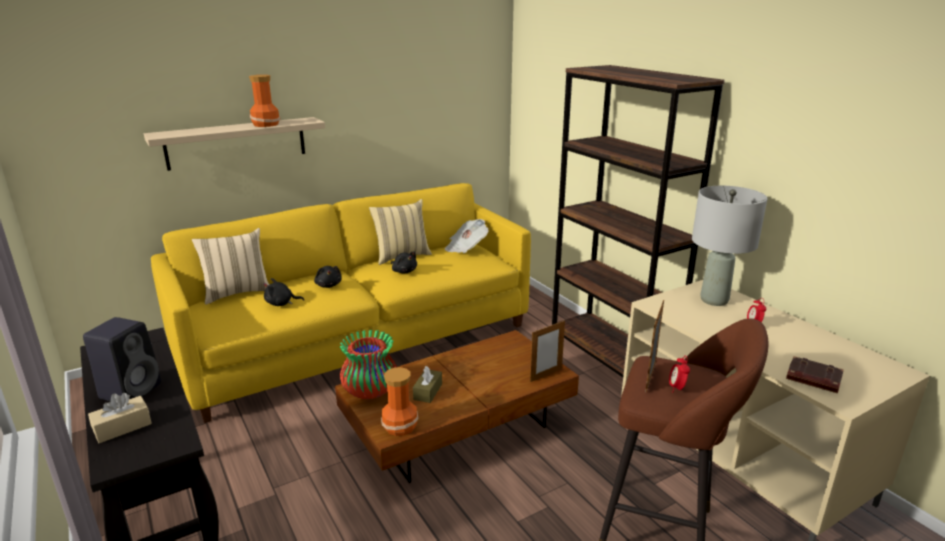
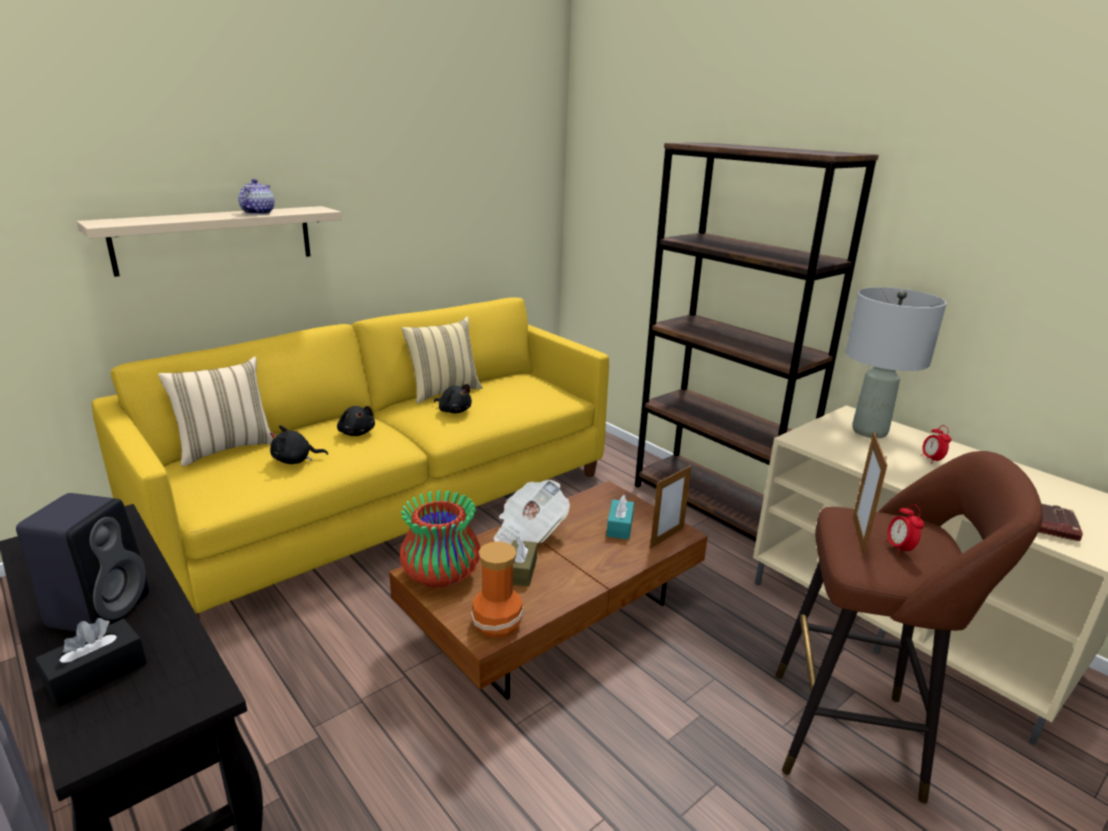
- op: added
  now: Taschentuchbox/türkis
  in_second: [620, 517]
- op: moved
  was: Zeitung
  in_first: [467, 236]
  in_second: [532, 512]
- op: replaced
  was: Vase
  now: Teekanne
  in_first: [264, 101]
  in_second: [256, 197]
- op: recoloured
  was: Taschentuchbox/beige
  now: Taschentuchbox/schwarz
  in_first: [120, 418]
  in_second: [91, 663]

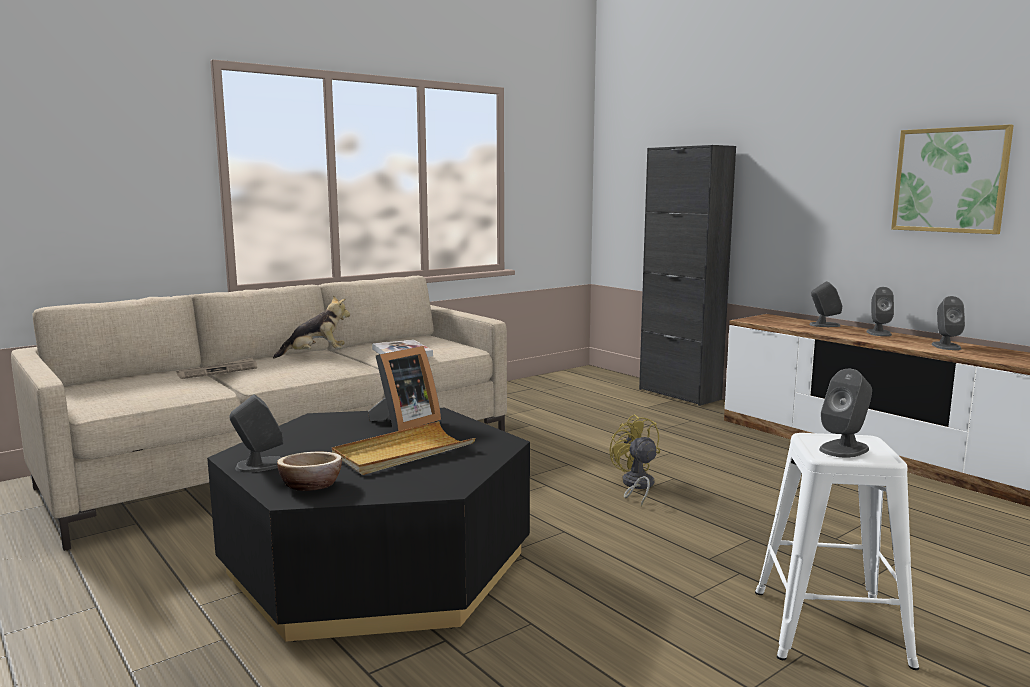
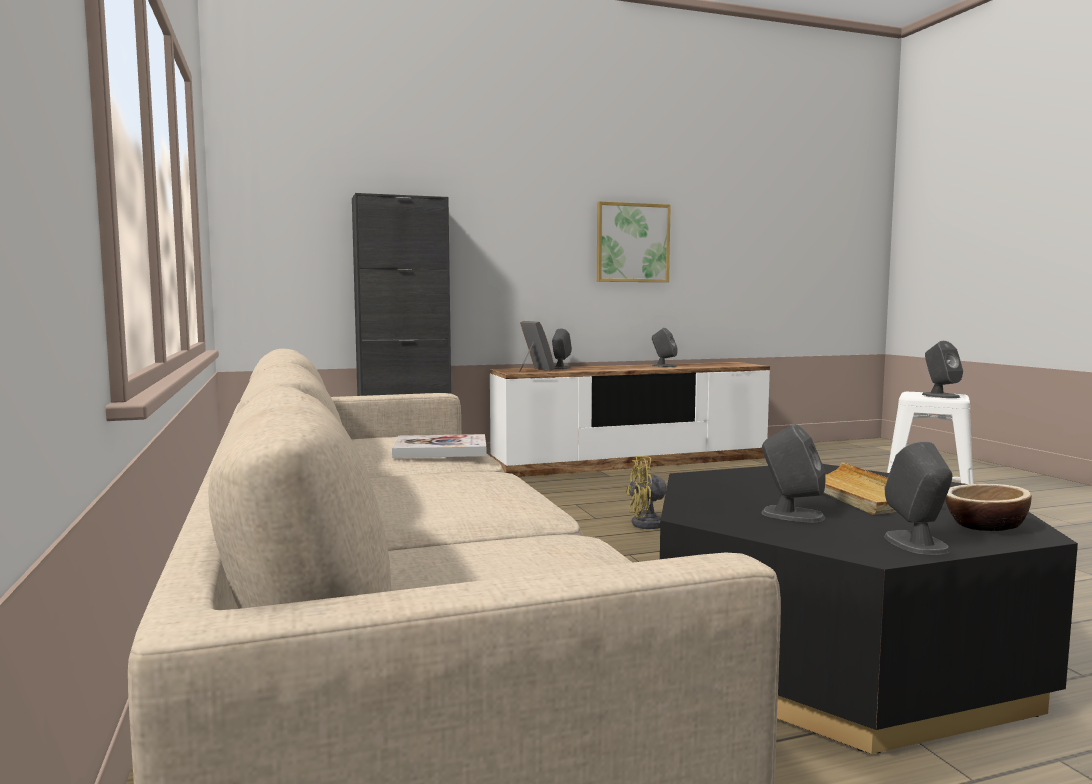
- op: removed
  was: Zeitung
  in_first: [216, 368]
- op: removed
  was: Plüschtier
  in_first: [311, 327]
- op: moved
  was: Bilderrahmen
  in_first: [404, 389]
  in_second: [536, 346]
- op: moved
  was: Lautsprecher/grau
  in_first: [880, 311]
  in_second: [793, 473]

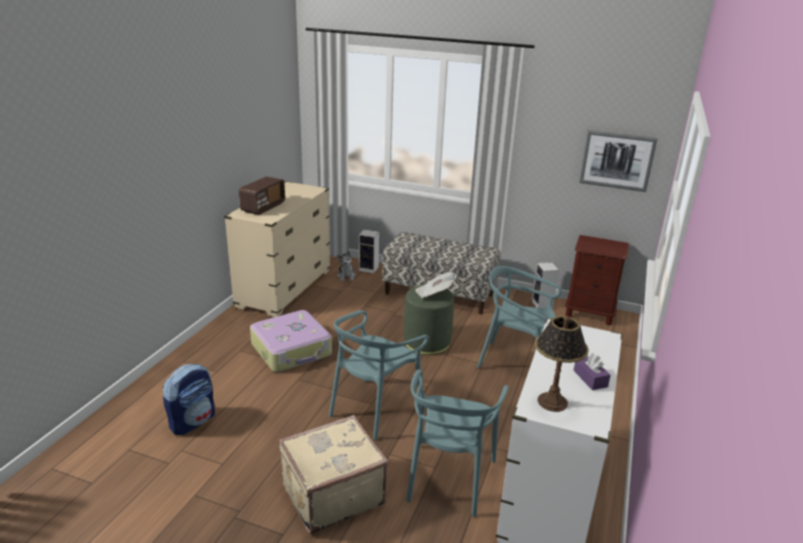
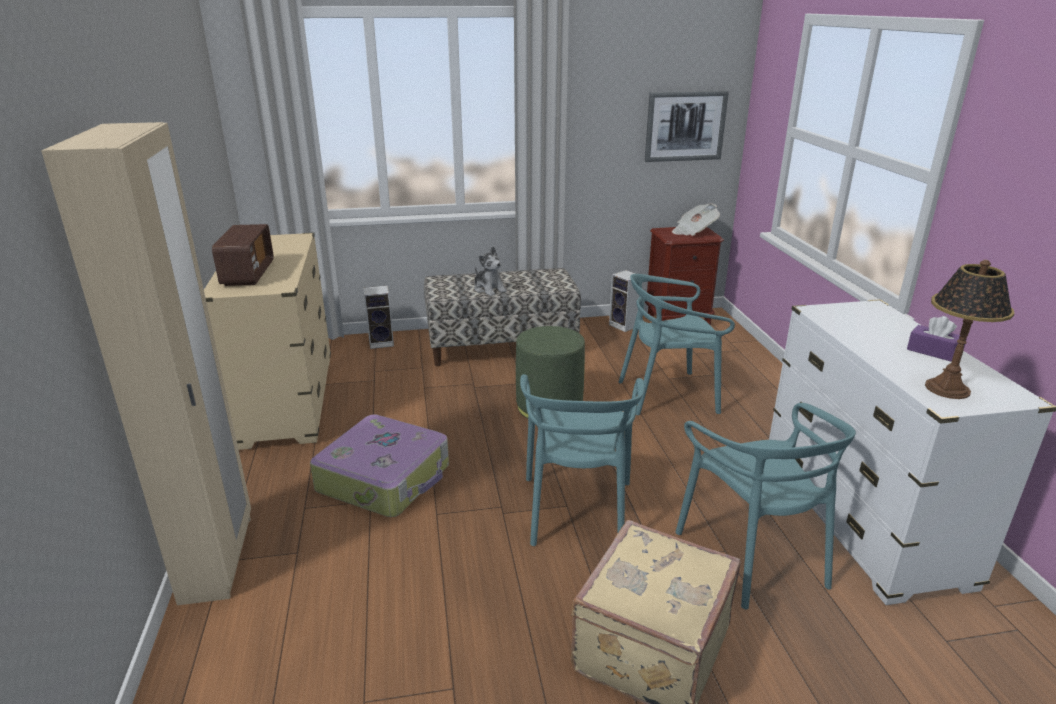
- op: removed
  was: Rucksack
  in_first: [189, 399]
- op: added
  now: Kleiderschrank/beige
  in_second: [146, 363]
- op: moved
  was: Plüschtier
  in_first: [346, 266]
  in_second: [490, 271]
- op: moved
  was: Zeitung
  in_first: [436, 285]
  in_second: [696, 220]

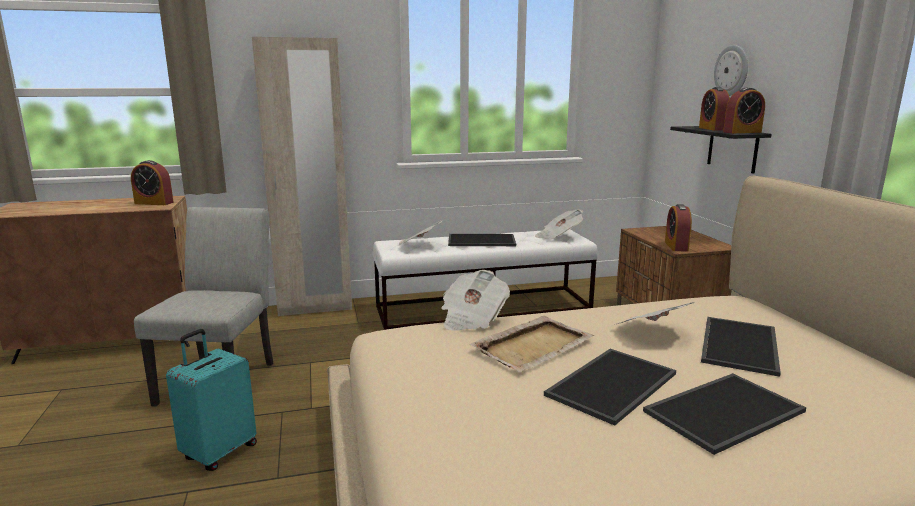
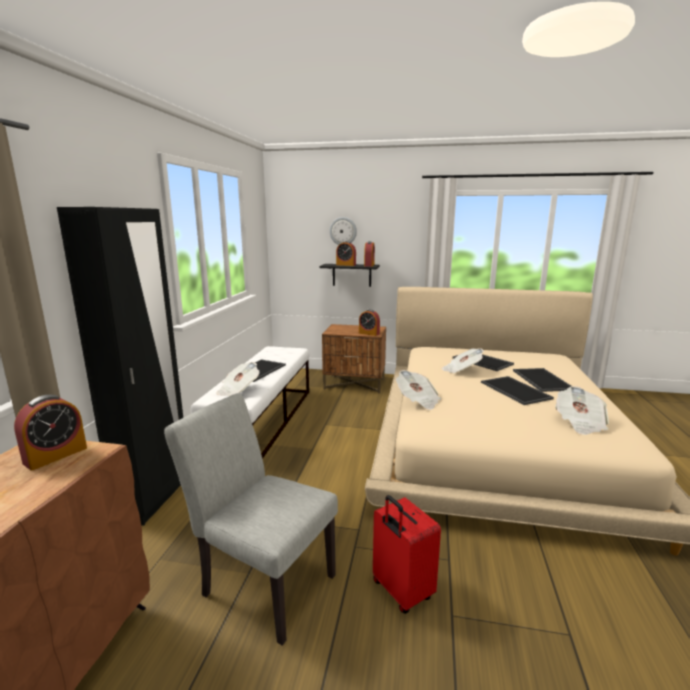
- op: removed
  was: Tablett/beige
  in_first: [532, 344]
- op: moved
  was: Zeitung
  in_first: [559, 225]
  in_second: [582, 410]
- op: recoloured
  was: Koffer/türkis
  now: Koffer/rot
  in_first: [211, 400]
  in_second: [407, 554]
- op: recoloured
  was: Kleiderschrank/beige
  now: Kleiderschrank/schwarz
  in_first: [302, 176]
  in_second: [120, 366]

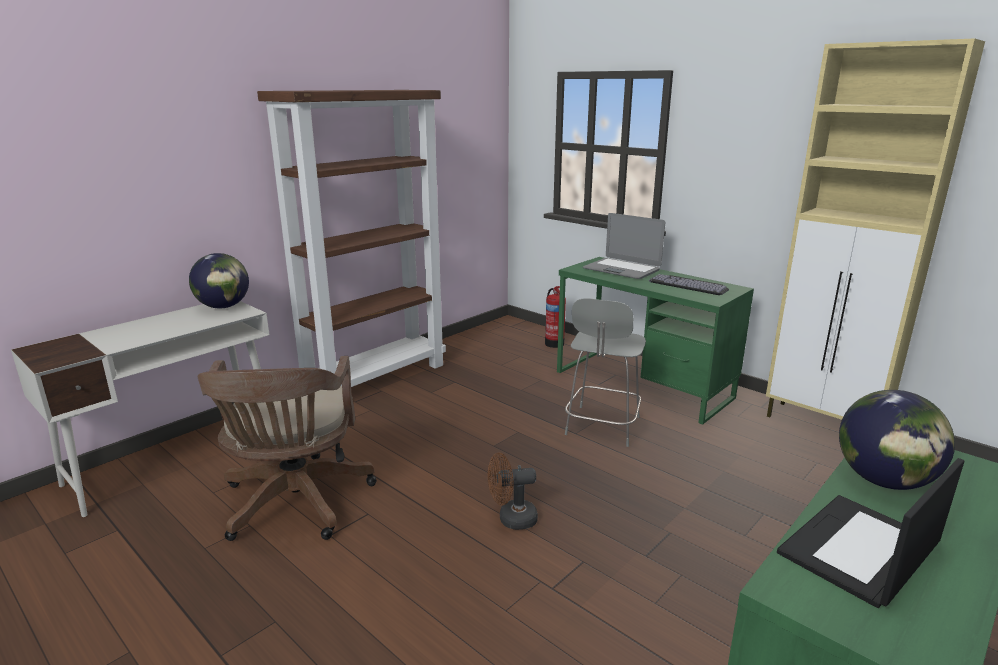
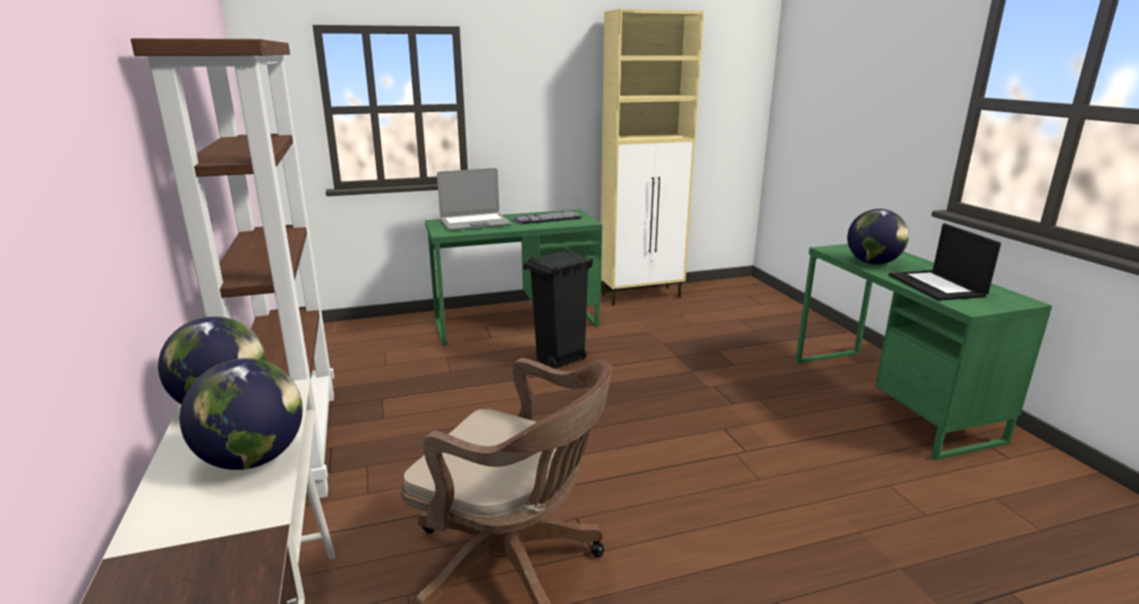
- op: removed
  was: Ventilator/braun
  in_first: [513, 491]
- op: removed
  was: Feuerlöscher
  in_first: [555, 317]
- op: added
  now: Globus
  in_second: [241, 414]
- op: replaced
  was: Stuhl/grau
  now: Mülleimer/schwarz
  in_first: [605, 372]
  in_second: [558, 309]

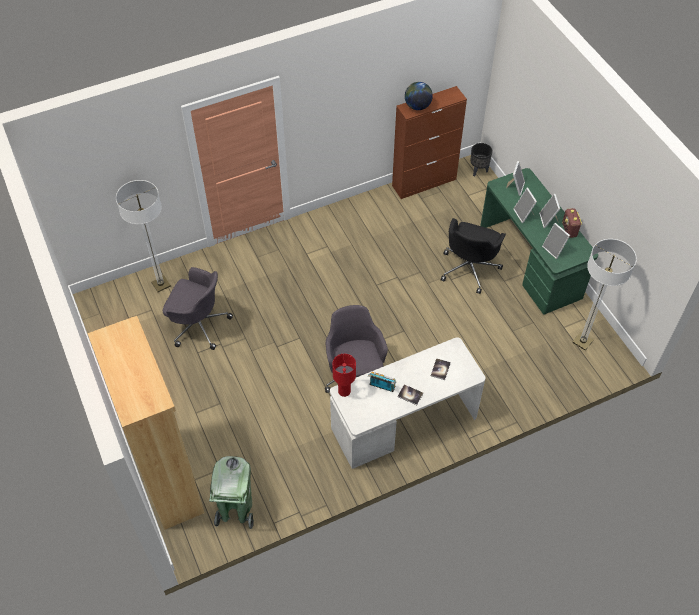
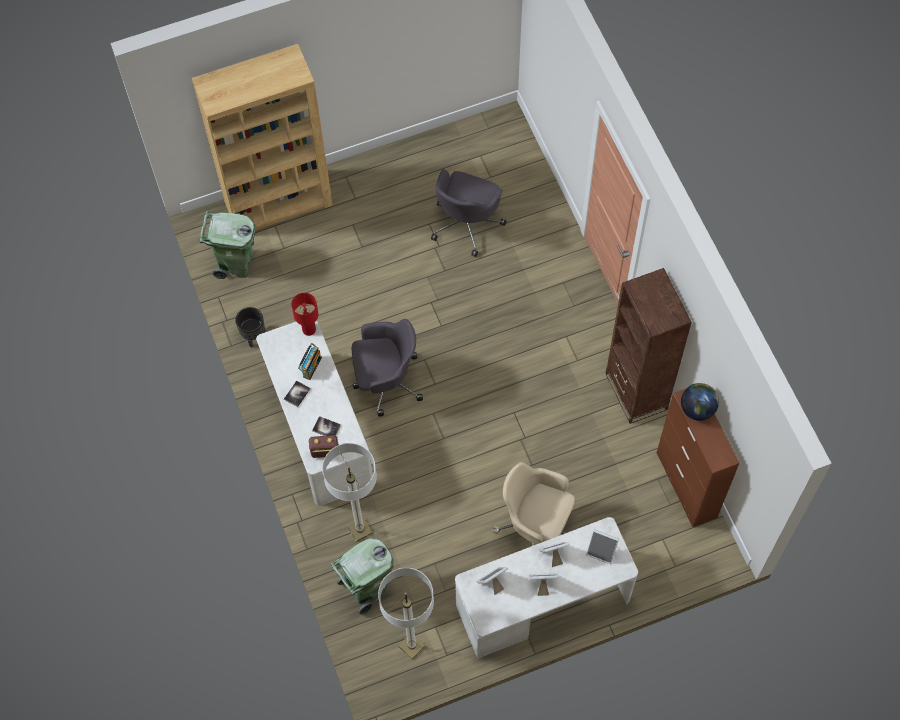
- op: added
  now: Mülleimer/grün
  in_second: [362, 576]
- op: added
  now: Bücherregal/braun
  in_second: [648, 346]
- op: moved
  was: Stehlampe
  in_first: [143, 236]
  in_second: [349, 492]
- op: moved
  was: Pflanzkübel/schwarz
  in_first: [482, 160]
  in_second: [250, 327]
- op: moved
  was: Radio
  in_first: [572, 223]
  in_second: [324, 446]
- op: recoloured
  was: Bürostuhl/schwarz
  now: Bürostuhl/beige
  in_first: [473, 256]
  in_second: [533, 504]
- op: recoloured
  was: Schreibtisch/grün
  now: Schreibtisch/weiß
  in_first: [539, 241]
  in_second: [546, 588]

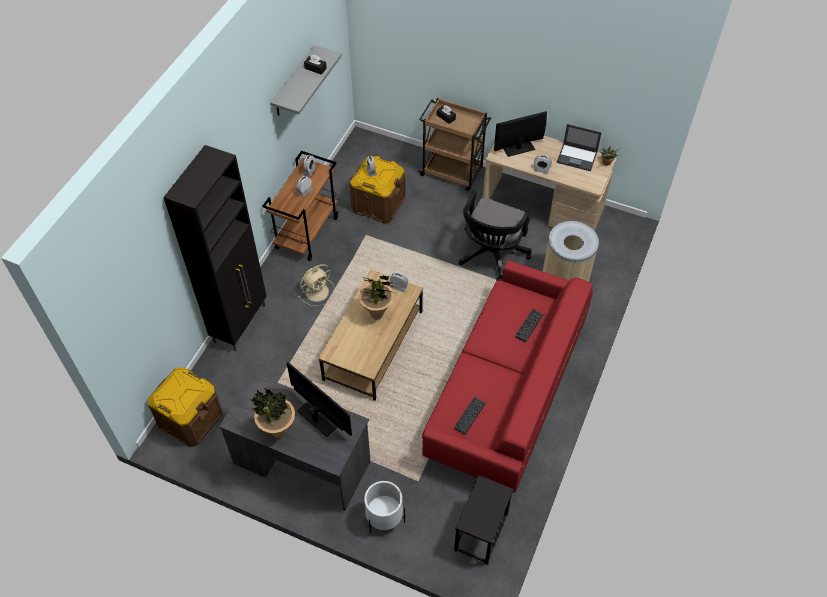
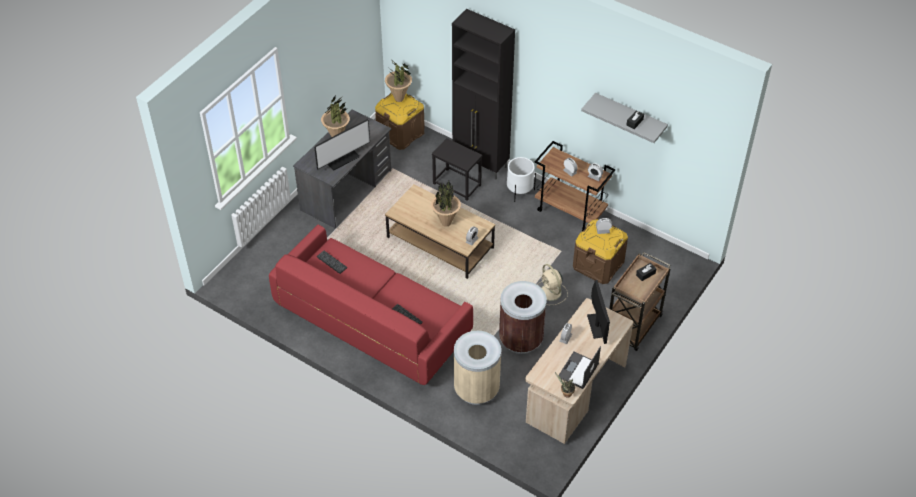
- op: added
  now: Topfpflanze
  in_second: [398, 81]
- op: moved
  was: Ventilator/beige
  in_first: [317, 285]
  in_second: [554, 284]
- op: moved
  was: Pflanzkübel/weiß
  in_first: [384, 507]
  in_second: [521, 179]
- op: moved
  was: Beistelltisch/schwarz
  in_first: [484, 520]
  in_second: [457, 169]
- op: replaced
  was: Bürostuhl/schwarz
  now: Mülleimer/braun
  in_first: [495, 236]
  in_second: [523, 317]

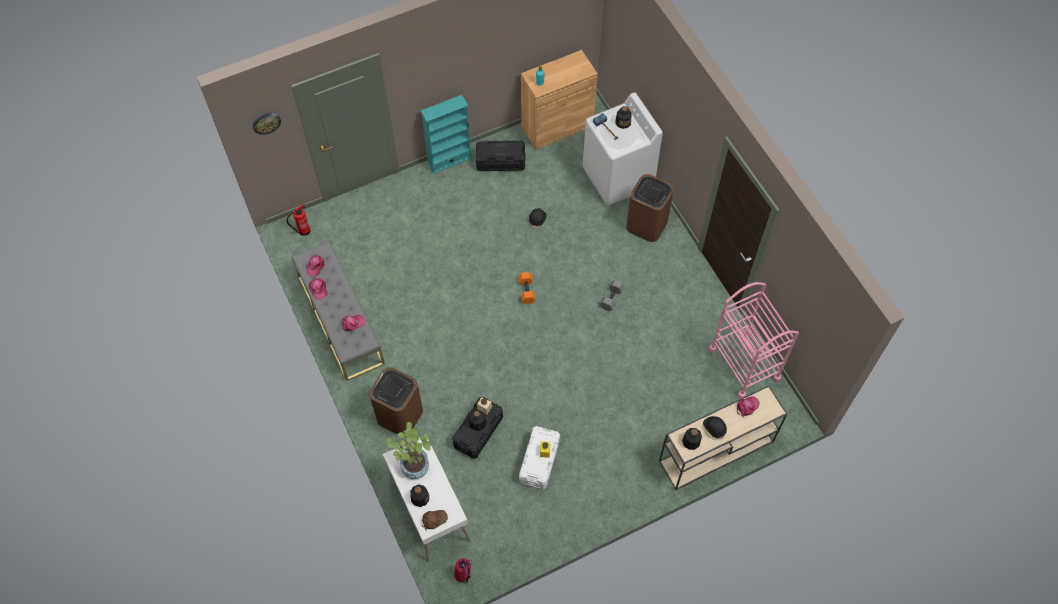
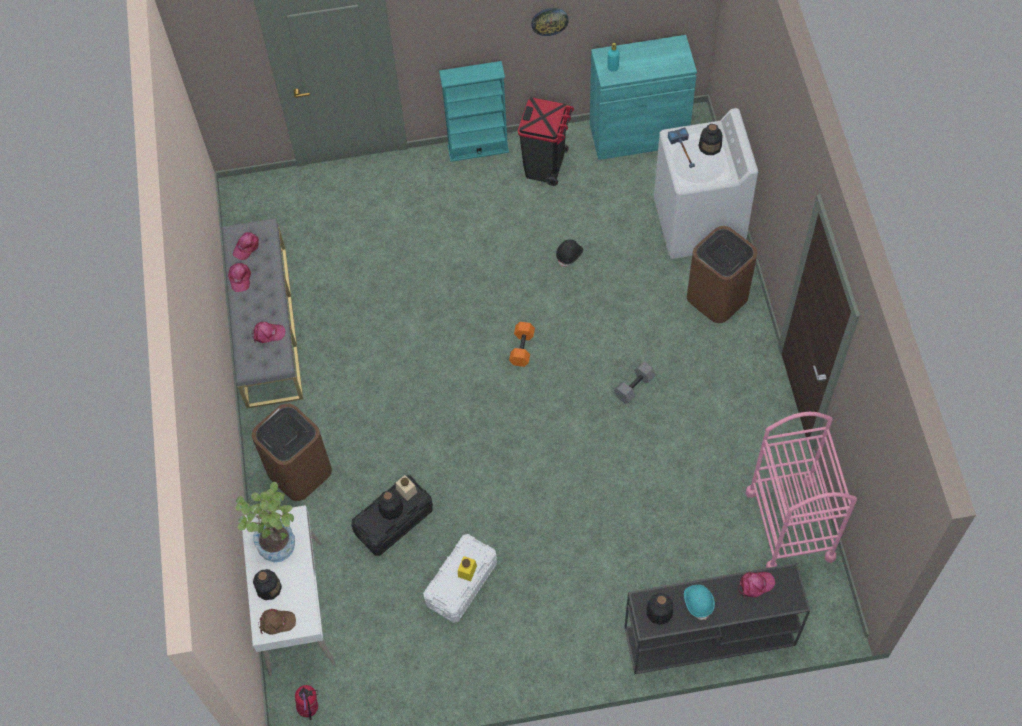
- op: removed
  was: Feuerlöscher
  in_first: [298, 220]
- op: moved
  was: Wanduhr
  in_first: [267, 124]
  in_second: [550, 22]
- op: replaced
  was: Aufbewahrungsbox/schwarz
  now: Mülleimer/schwarz
  in_first: [501, 155]
  in_second: [546, 141]
- op: recoloured
  was: Schrank/braun
  now: Schrank/türkis
  in_first: [559, 99]
  in_second: [643, 97]
- op: recoloured
  was: Konsolentisch/beige
  now: Konsolentisch/schwarz
  in_first: [723, 437]
  in_second: [717, 618]
- op: recoloured
  was: Schutzhelm/schwarz
  now: Schutzhelm/türkis
  in_first: [715, 427]
  in_second: [699, 602]

